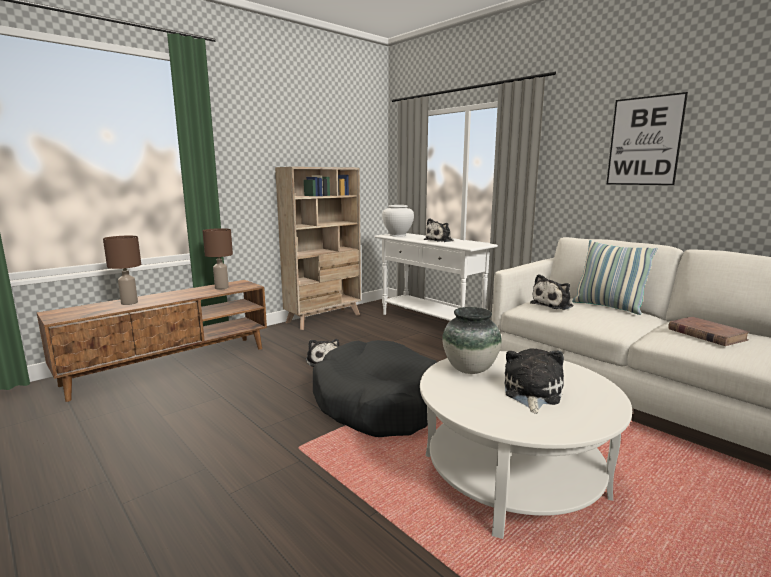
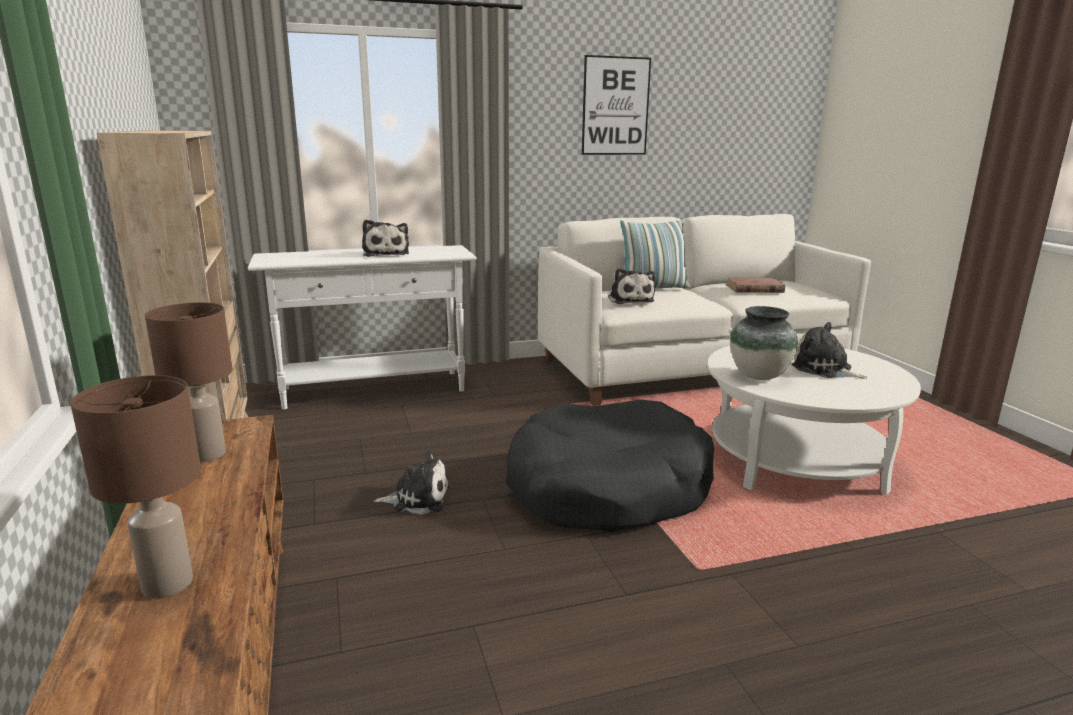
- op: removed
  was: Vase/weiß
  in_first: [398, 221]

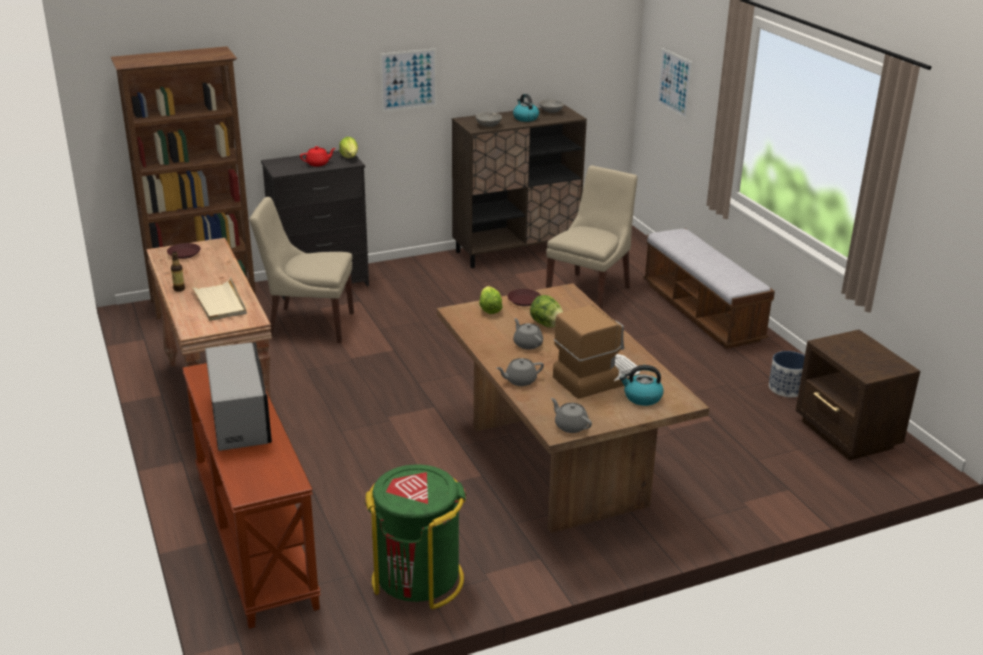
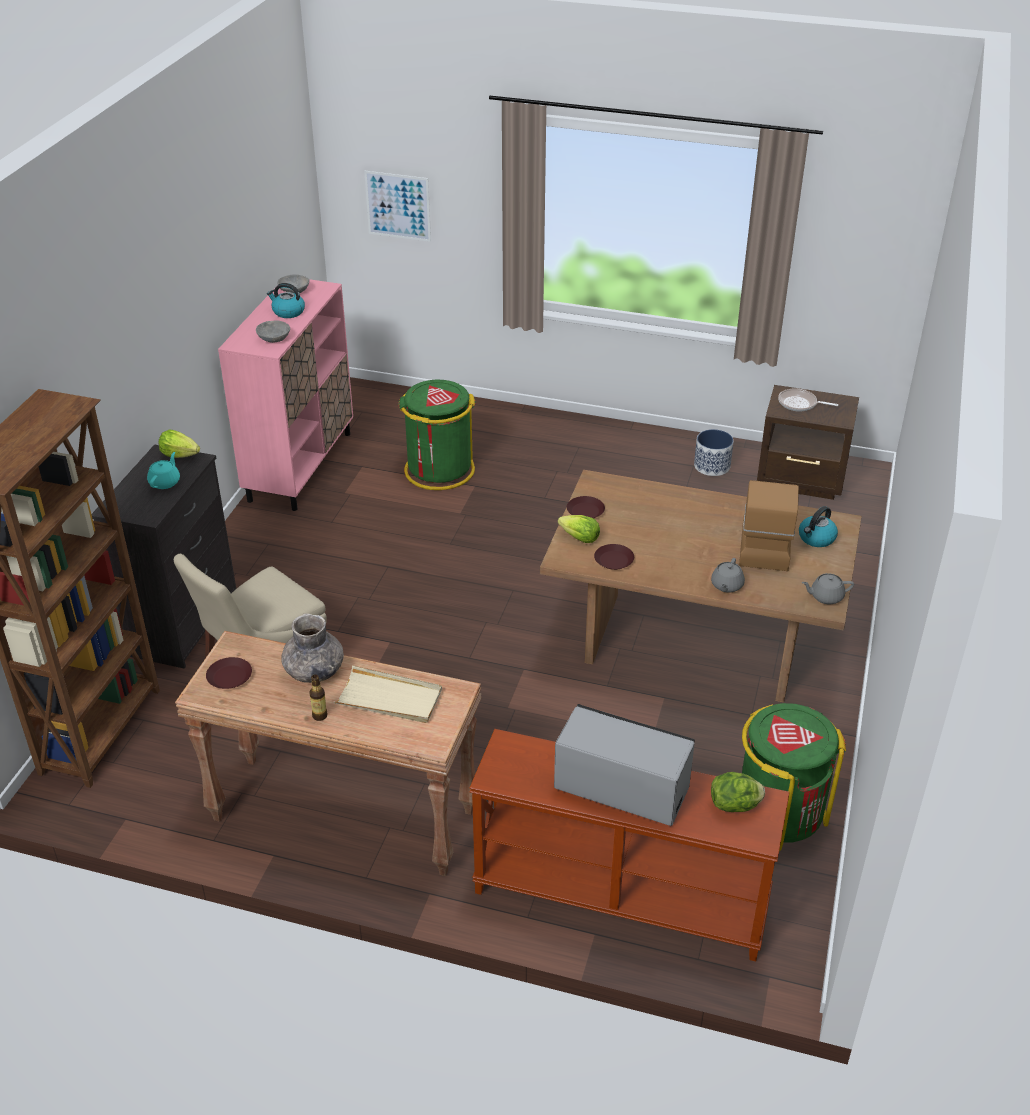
- op: removed
  was: Bild
  in_first: [408, 80]
- op: removed
  was: Teekanne/grau
  in_first: [528, 334]
- op: removed
  was: Bank
  in_first: [709, 288]
- op: added
  now: Vase/grau
  in_second: [312, 648]
- op: added
  now: Teller/braun
  in_second: [614, 557]
- op: added
  now: Pfanne
  in_second: [808, 400]
- op: moved
  was: Salatkopf
  in_first: [546, 311]
  in_second: [738, 792]
- op: replaced
  was: Stuhl/beige
  now: Mülleimer/grün
  in_first: [591, 237]
  in_second: [437, 434]
- op: recoloured
  was: Teekanne/rot
  now: Teekanne/türkis
  in_first: [318, 156]
  in_second: [163, 470]
- op: recoloured
  was: Schrank/braun
  now: Schrank/rosa
  in_first: [519, 186]
  in_second: [285, 395]

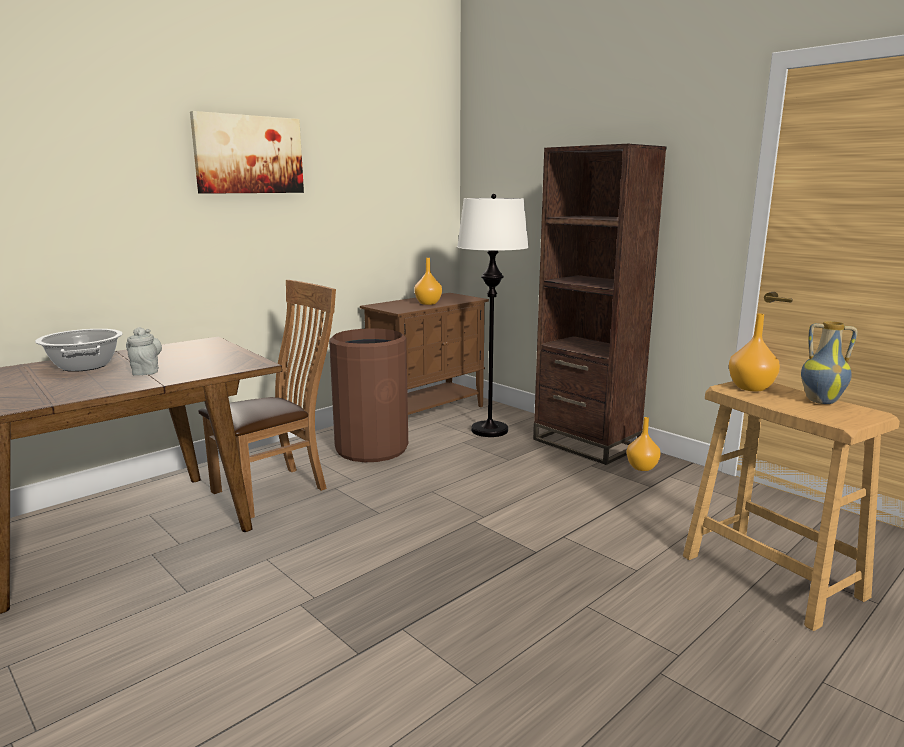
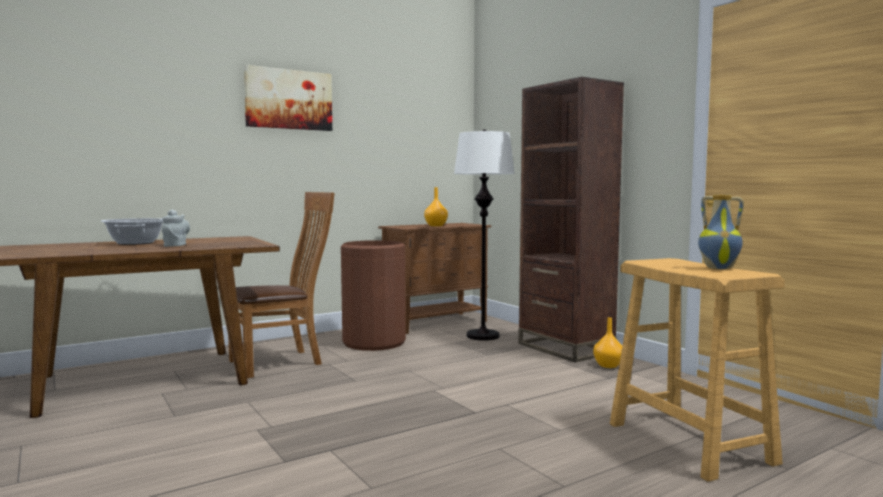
- op: removed
  was: Vase/orange
  in_first: [754, 353]

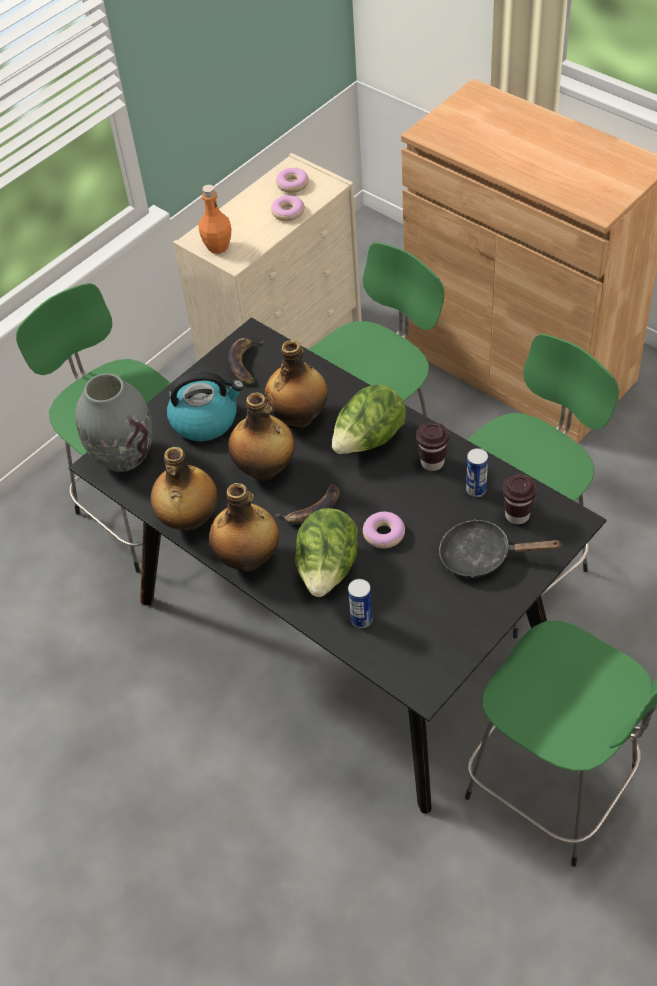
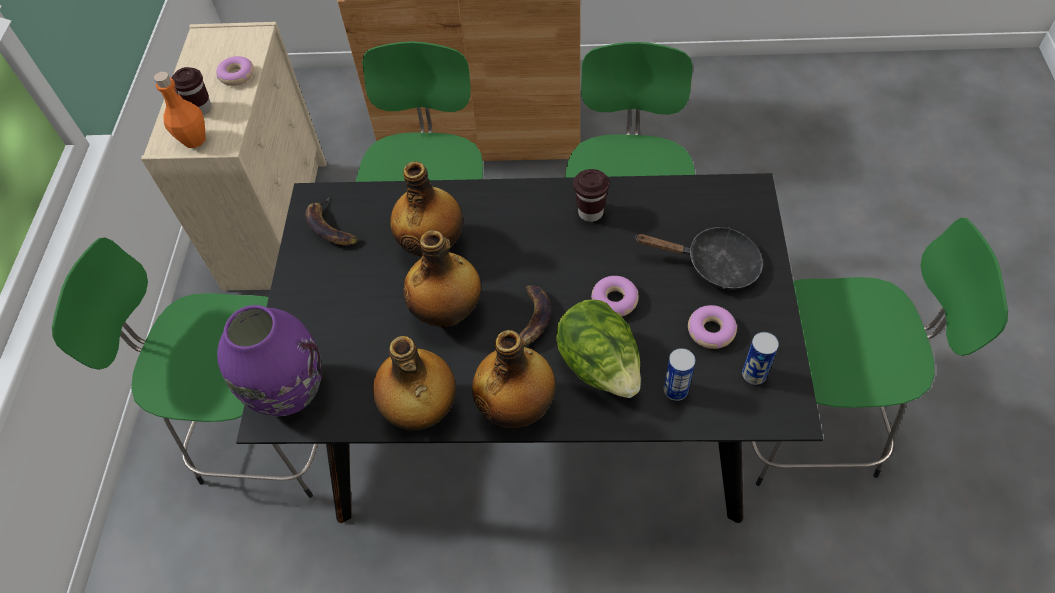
- op: removed
  was: Wasserkessel
  in_first: [205, 406]
- op: removed
  was: Salatkopf
  in_first: [369, 419]
- op: moved
  was: Donut
  in_first: [292, 180]
  in_second: [712, 327]
- op: moved
  was: Dose
  in_first: [477, 472]
  in_second: [760, 358]
- op: moved
  was: Tasse/braun
  in_first: [519, 499]
  in_second: [192, 91]
- op: recoloured
  was: Vase/grau
  now: Vase/lila
  in_first: [114, 422]
  in_second: [269, 360]
- op: turned
  was: Pfanne/schwarz
  in_first: [501, 548]
  in_second: [699, 258]
  clockwise: -135

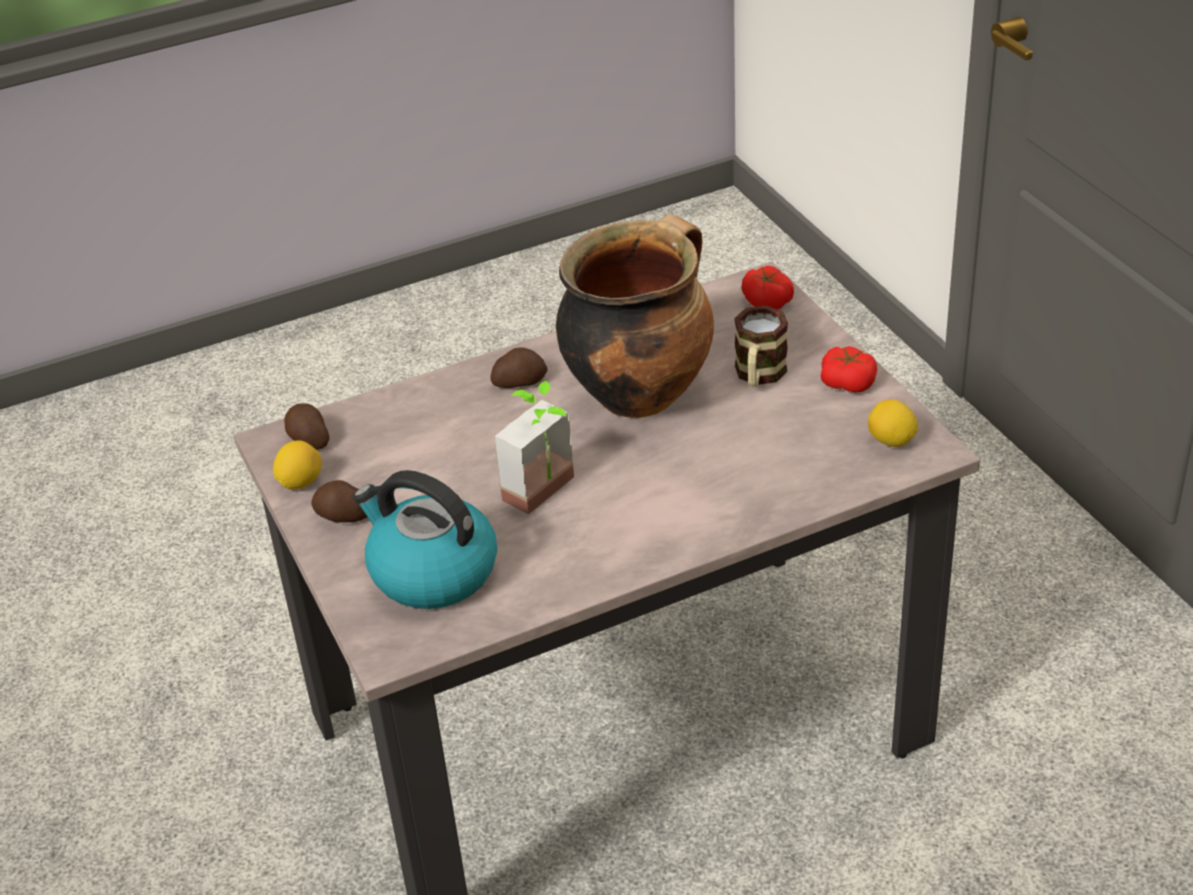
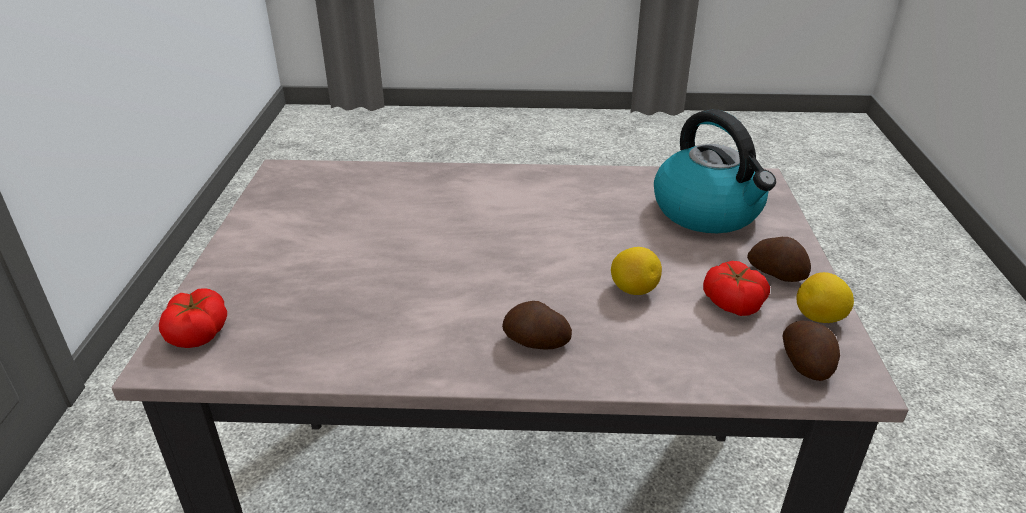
- op: removed
  was: Topfpflanze
  in_first: [534, 447]
- op: removed
  was: Kochtopf
  in_first: [635, 316]
- op: removed
  was: Henkelbecher
  in_first: [761, 346]
- op: moved
  was: Tomate
  in_first: [849, 369]
  in_second: [736, 288]
- op: moved
  was: Zitrone
  in_first: [893, 423]
  in_second: [636, 271]

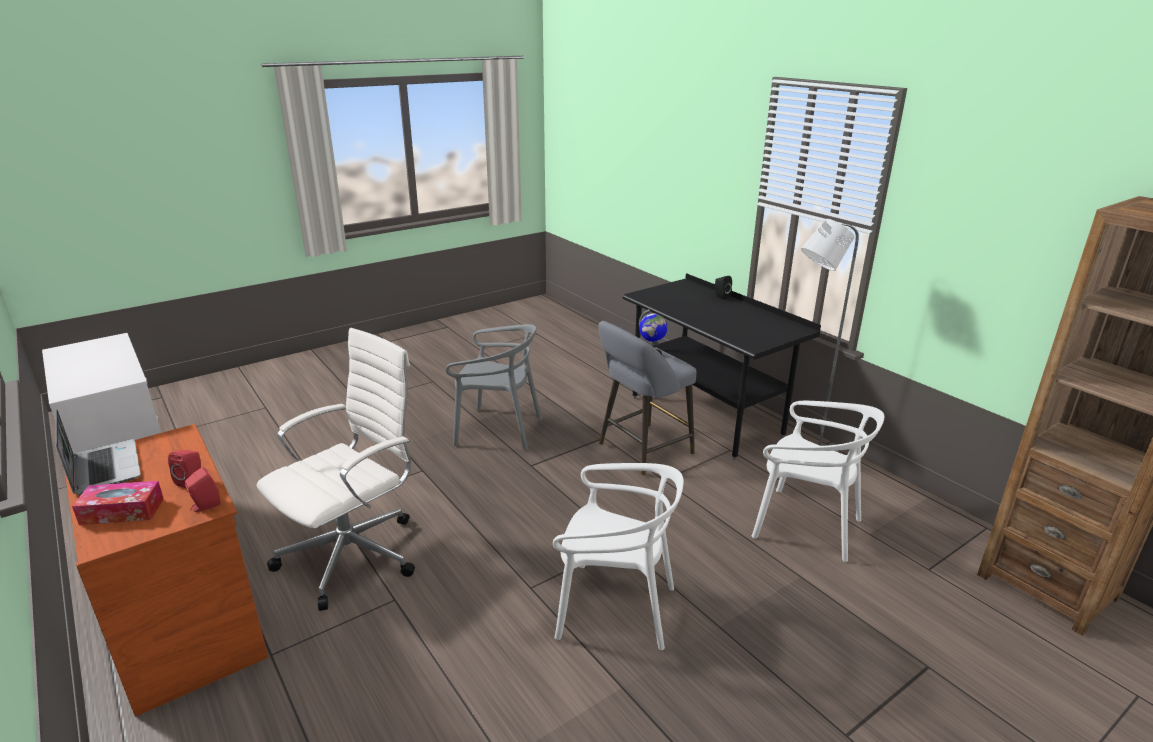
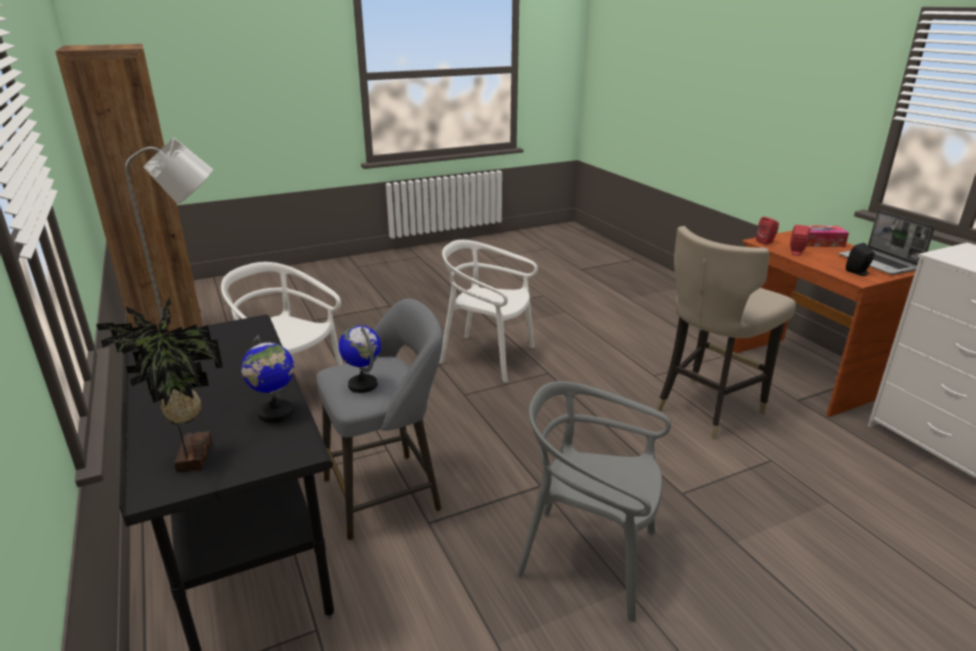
- op: added
  now: Topfpflanze
  in_second: [159, 385]
- op: added
  now: Globus
  in_second: [267, 379]
- op: moved
  was: Lautsprecher/schwarz
  in_first: [723, 288]
  in_second: [860, 259]
- op: replaced
  was: Bürostuhl/weiß
  now: Hocker/beige
  in_first: [336, 469]
  in_second: [726, 332]

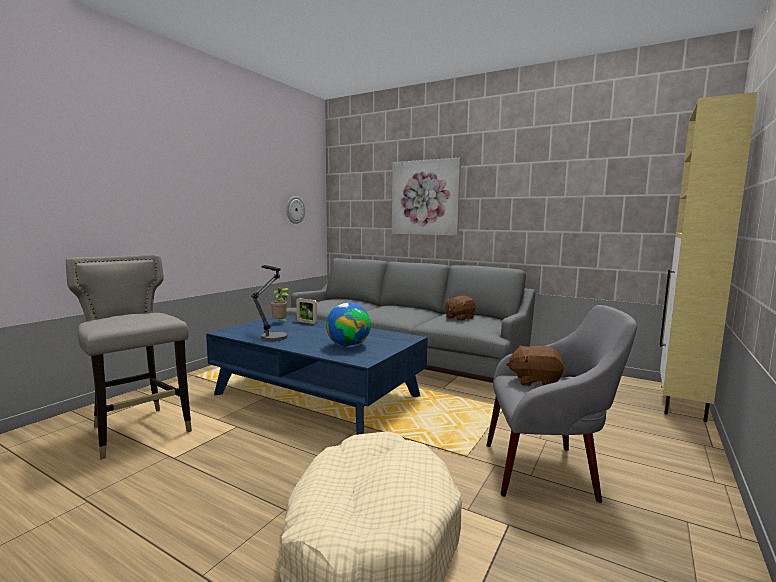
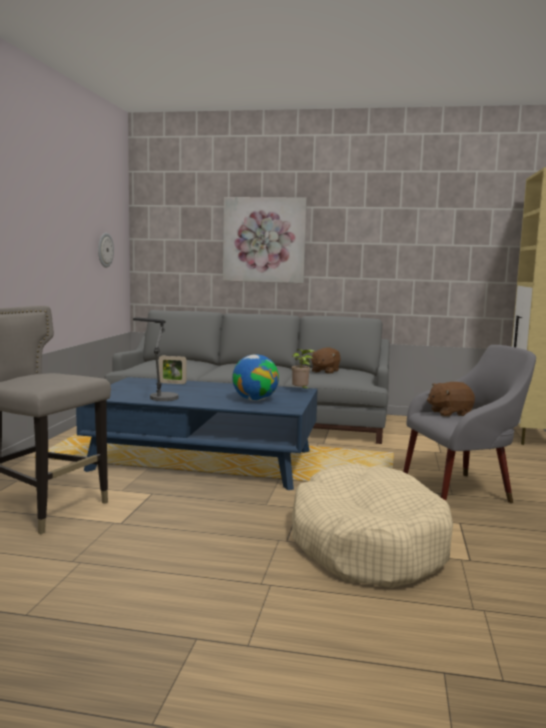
- op: moved
  was: Topfpflanze
  in_first: [280, 305]
  in_second: [303, 369]

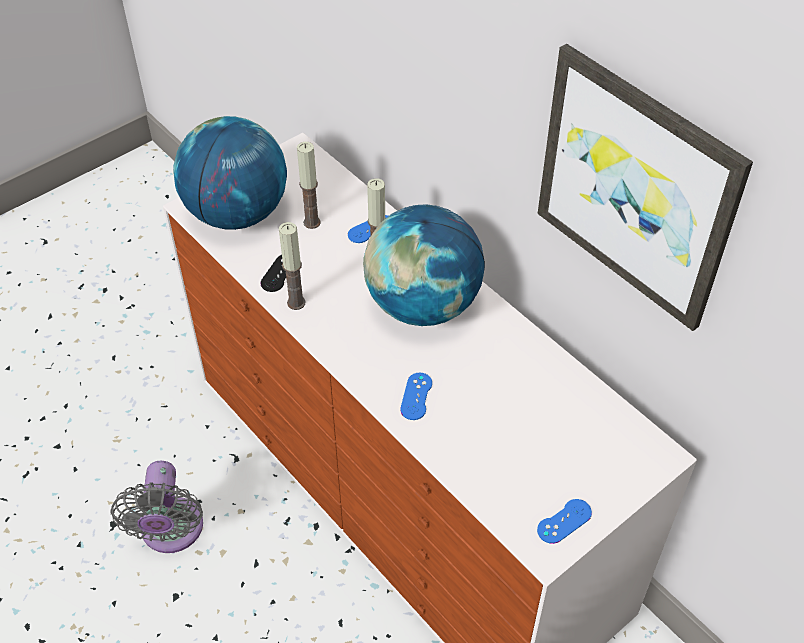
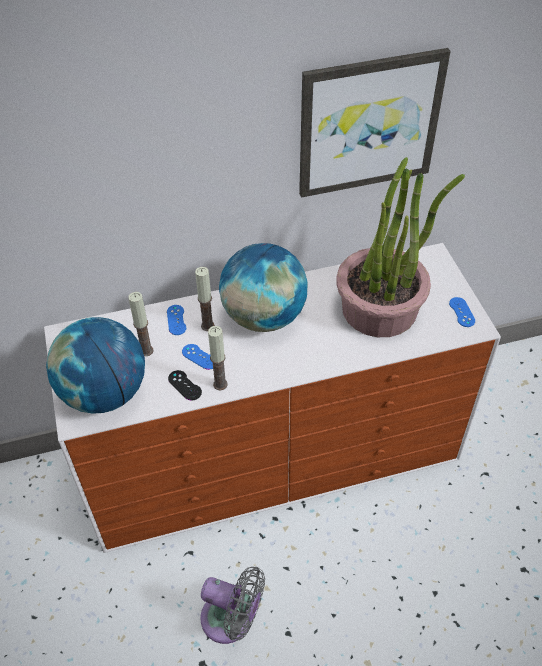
- op: added
  now: Topfpflanze
  in_second: [400, 247]
- op: moved
  was: Gamepad/blau
  in_first: [416, 396]
  in_second: [197, 357]

